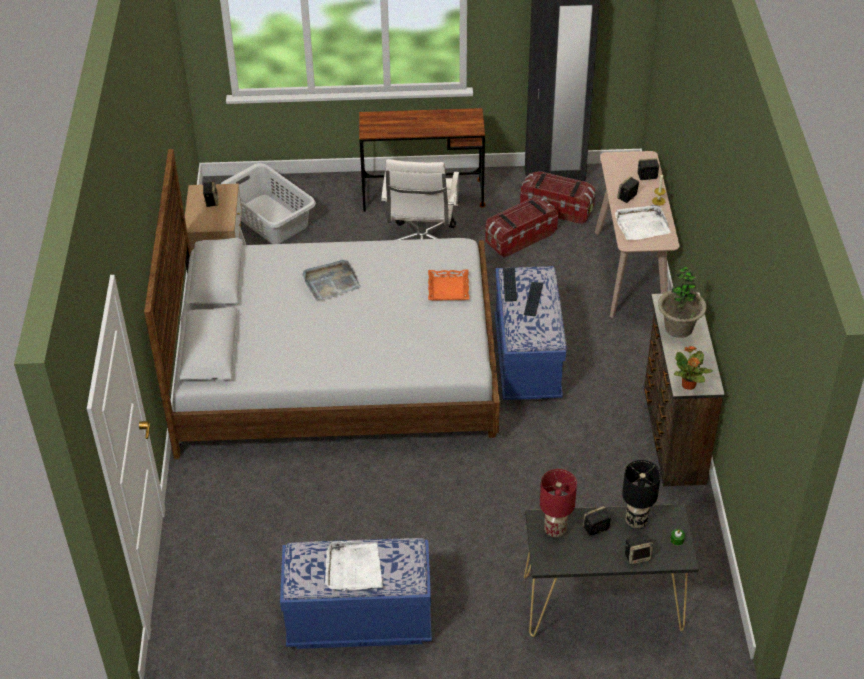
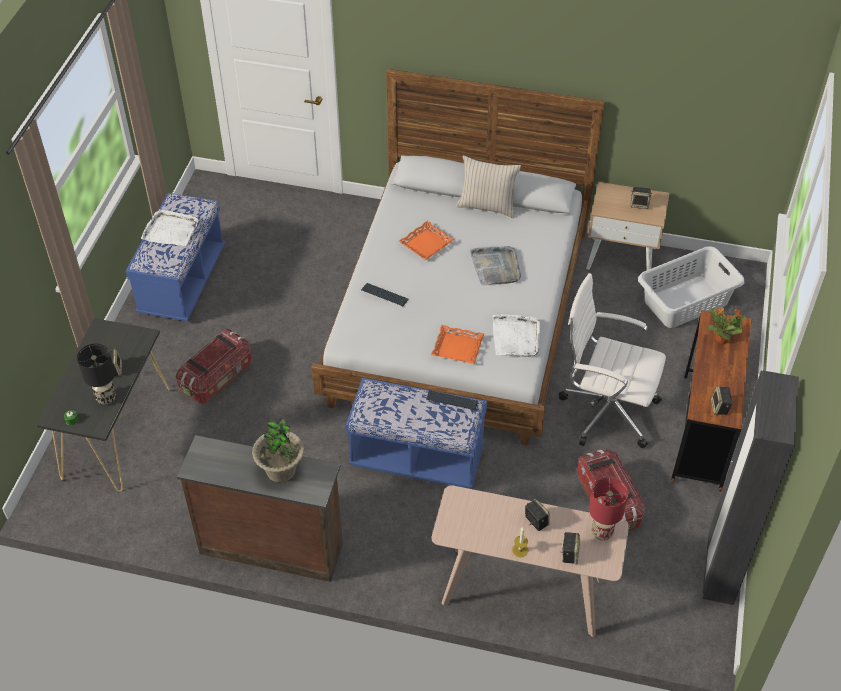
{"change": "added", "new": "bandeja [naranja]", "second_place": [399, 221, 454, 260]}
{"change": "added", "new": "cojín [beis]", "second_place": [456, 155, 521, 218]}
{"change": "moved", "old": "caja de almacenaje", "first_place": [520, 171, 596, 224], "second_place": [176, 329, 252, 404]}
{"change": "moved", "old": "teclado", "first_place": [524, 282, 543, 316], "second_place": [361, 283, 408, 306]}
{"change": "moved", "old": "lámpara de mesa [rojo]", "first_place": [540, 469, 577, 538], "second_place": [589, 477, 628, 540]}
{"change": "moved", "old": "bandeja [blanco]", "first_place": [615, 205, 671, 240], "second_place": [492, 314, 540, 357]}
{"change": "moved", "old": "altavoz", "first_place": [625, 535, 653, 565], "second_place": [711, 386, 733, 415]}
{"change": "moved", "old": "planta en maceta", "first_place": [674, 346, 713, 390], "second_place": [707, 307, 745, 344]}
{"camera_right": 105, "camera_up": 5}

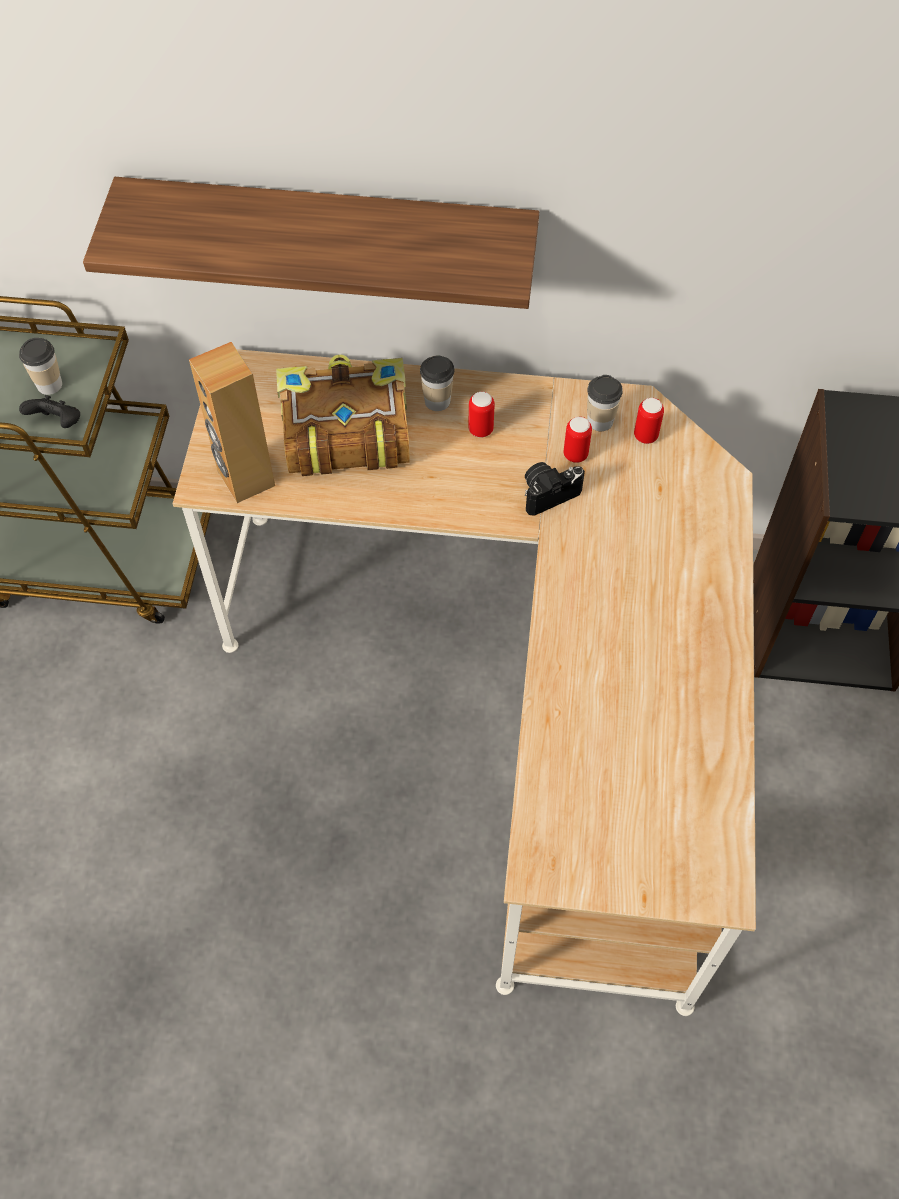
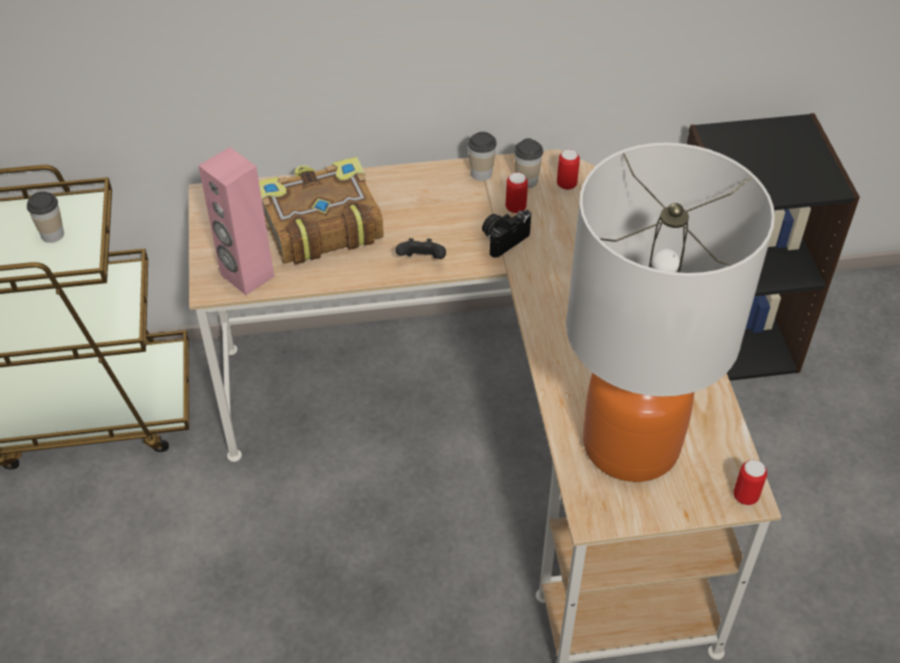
{"change": "removed", "old": "estante", "first_place": [83, 177, 539, 309]}
{"change": "added", "new": "lámpara de mesa", "second_place": [566, 142, 775, 482]}
{"change": "moved", "old": "mando de consola [negro]", "first_place": [19, 395, 80, 428], "second_place": [396, 238, 446, 259]}
{"change": "moved", "old": "taza", "first_place": [420, 356, 455, 411], "second_place": [468, 132, 497, 181]}
{"change": "moved", "old": "lata", "first_place": [468, 392, 495, 438], "second_place": [733, 460, 767, 505]}
{"change": "recoloured", "old": "altavoz [marrón]", "new": "altavoz [rosa]", "first_place": [189, 342, 275, 503], "second_place": [198, 147, 274, 295]}
{"camera_right": -15, "camera_up": -10}

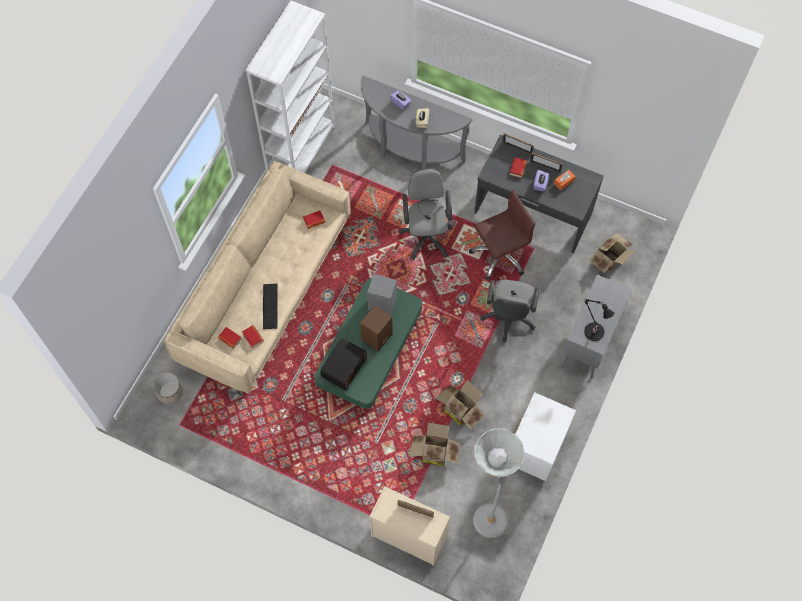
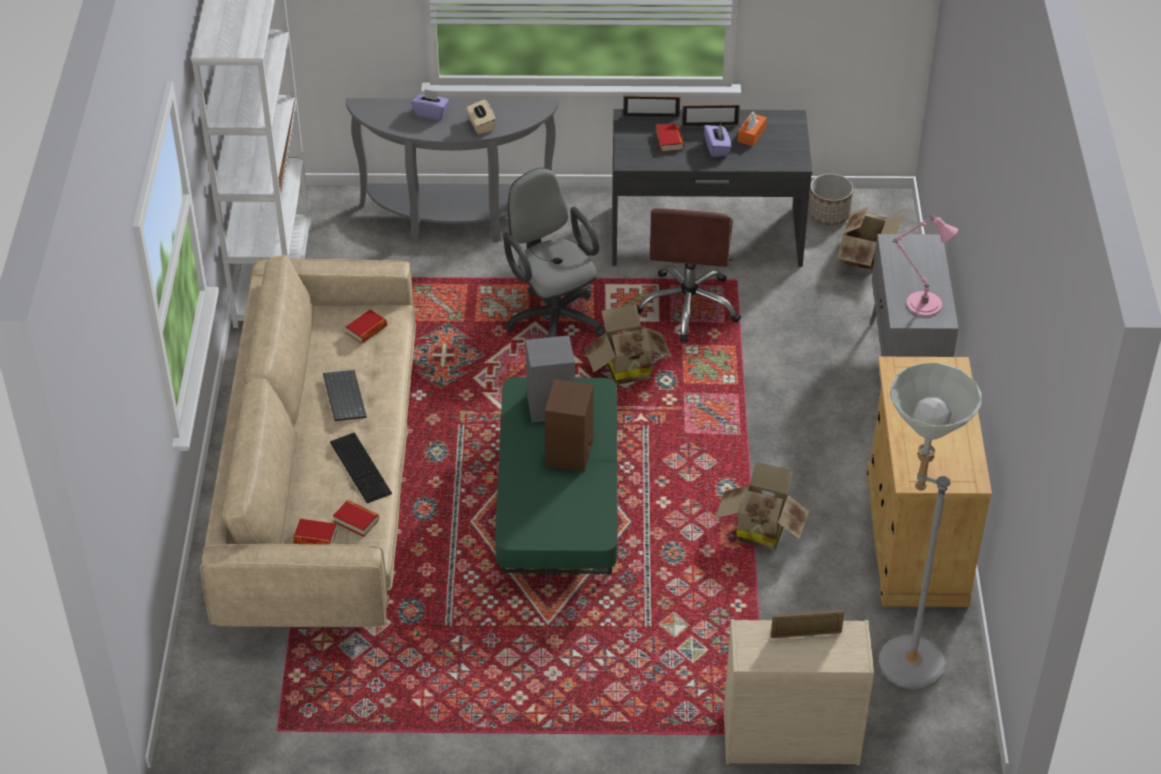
{"change": "removed", "old": "radio", "first_place": [320, 338, 367, 390]}
{"change": "removed", "old": "silla de oficina [gris]", "first_place": [480, 280, 539, 342]}
{"change": "added", "new": "teclado", "second_place": [323, 370, 367, 421]}
{"change": "moved", "old": "maceta", "first_place": [153, 373, 183, 404], "second_place": [808, 173, 853, 226]}
{"change": "moved", "old": "caja de cartón", "first_place": [410, 423, 460, 466], "second_place": [584, 304, 672, 385]}
{"change": "replaced", "old": "mesita de noche [blanco]", "new": "armario [beis]", "first_place": [514, 392, 576, 481], "second_place": [867, 357, 992, 607]}
{"change": "recoloured", "old": "lámpara de mesa [negro]", "new": "lámpara de mesa [rosa]", "first_place": [583, 299, 614, 341], "second_place": [892, 215, 958, 317]}
{"change": "turned", "old": "silla de oficina [marrón]", "first_place": [469, 190, 536, 281], "second_place": [637, 208, 741, 342], "degrees": 150}
{"camera_right": -25, "camera_up": -20}

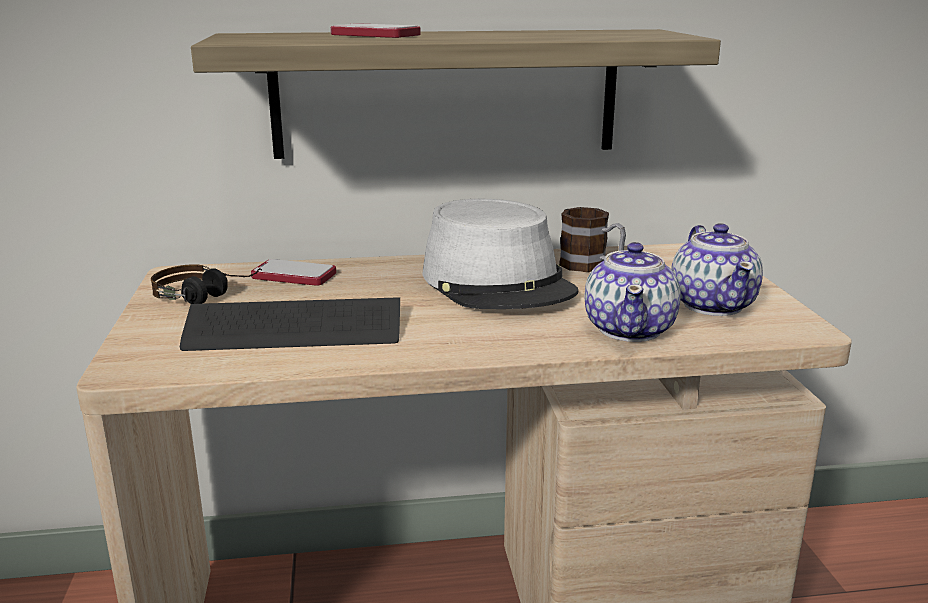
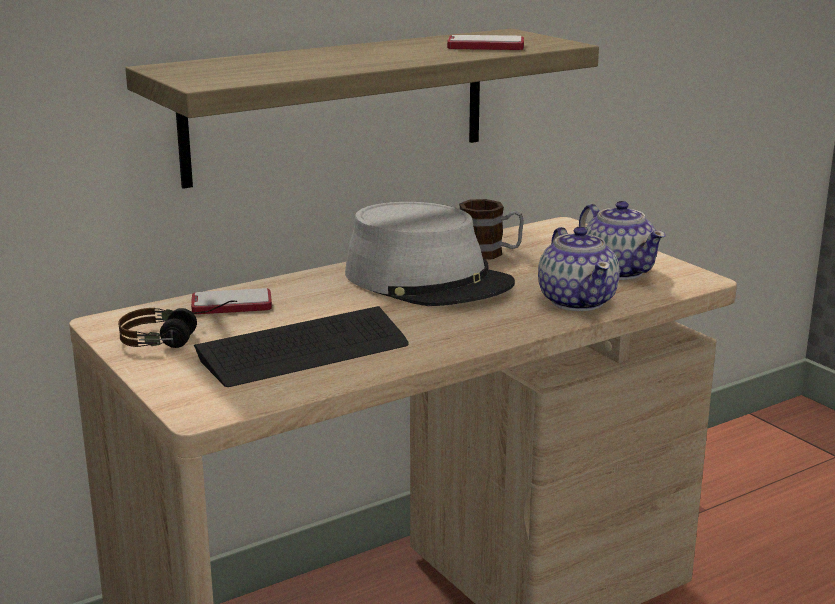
{"change": "moved", "old": "móvil", "first_place": [331, 23, 421, 38], "second_place": [447, 35, 524, 50]}
{"camera_right": -25, "camera_up": 0}

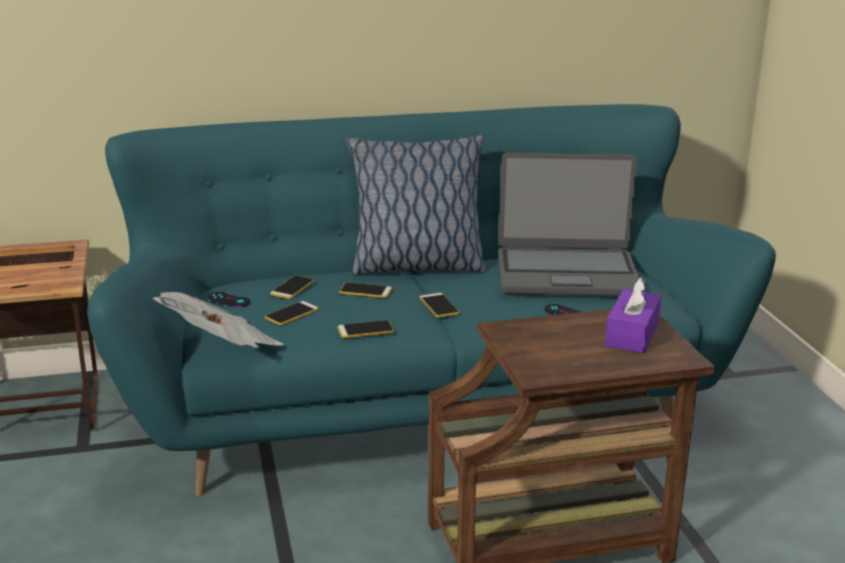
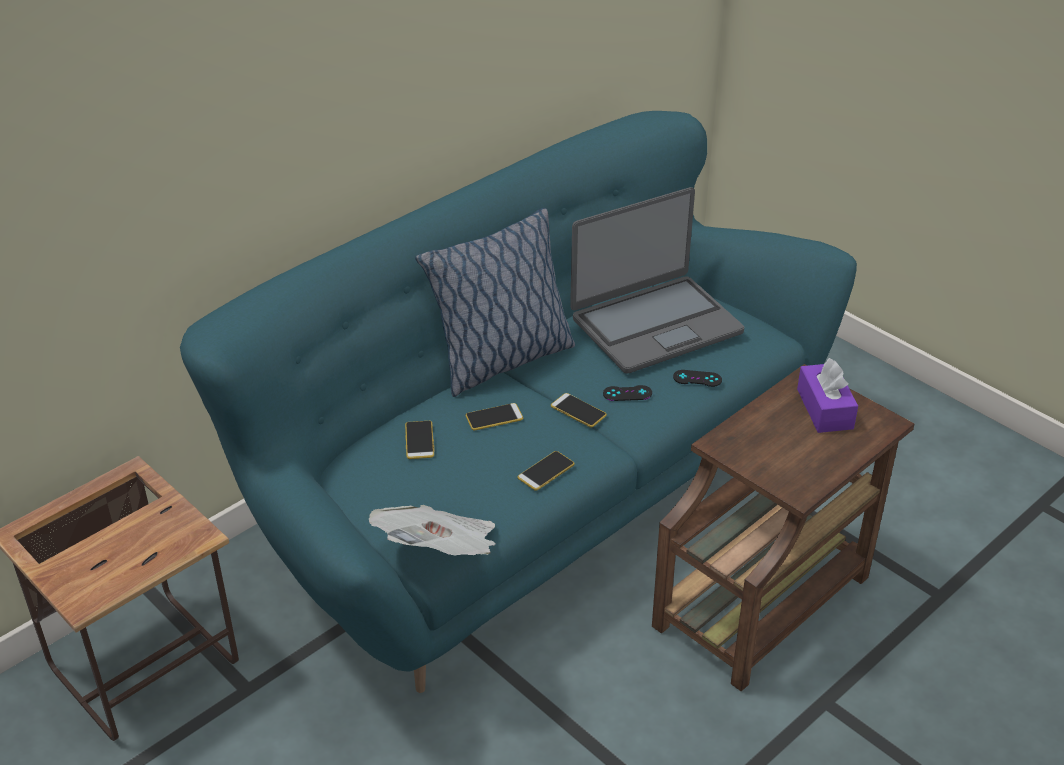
{"change": "removed", "old": "móvil", "first_place": [265, 301, 319, 325]}
{"change": "moved", "old": "mando de consola [negro]", "first_place": [207, 292, 250, 307], "second_place": [603, 385, 652, 401]}
{"camera_right": -30, "camera_up": 15}

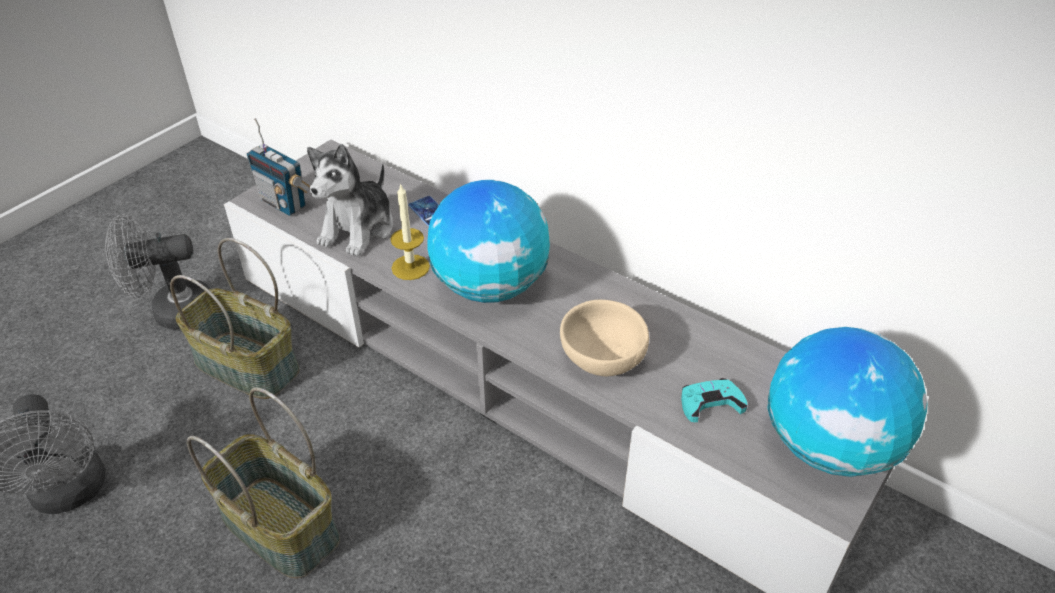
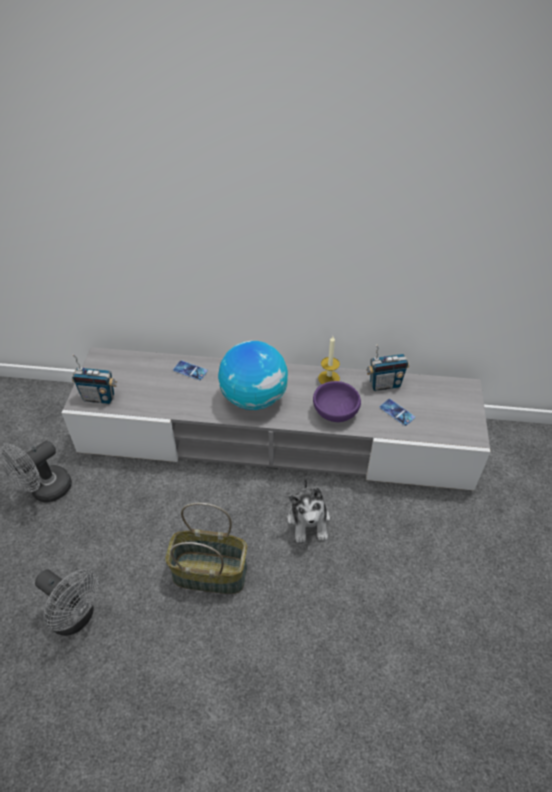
{"change": "removed", "old": "cesta", "first_place": [170, 238, 299, 399]}
{"change": "removed", "old": "globo terráqueo", "first_place": [767, 327, 928, 477]}
{"change": "added", "new": "radio", "second_place": [366, 345, 409, 391]}
{"change": "moved", "old": "peluche", "first_place": [307, 144, 393, 257], "second_place": [287, 476, 330, 543]}
{"change": "moved", "old": "vela", "first_place": [390, 183, 430, 280], "second_place": [318, 336, 340, 384]}
{"change": "replaced", "old": "mando de consola [turquesa]", "new": "móvil", "first_place": [681, 378, 747, 422], "second_place": [379, 399, 415, 426]}
{"change": "recoloured", "old": "cuenco [beis]", "new": "cuenco [morado]", "first_place": [560, 300, 649, 376], "second_place": [313, 381, 361, 422]}
{"camera_right": -30, "camera_up": 5}

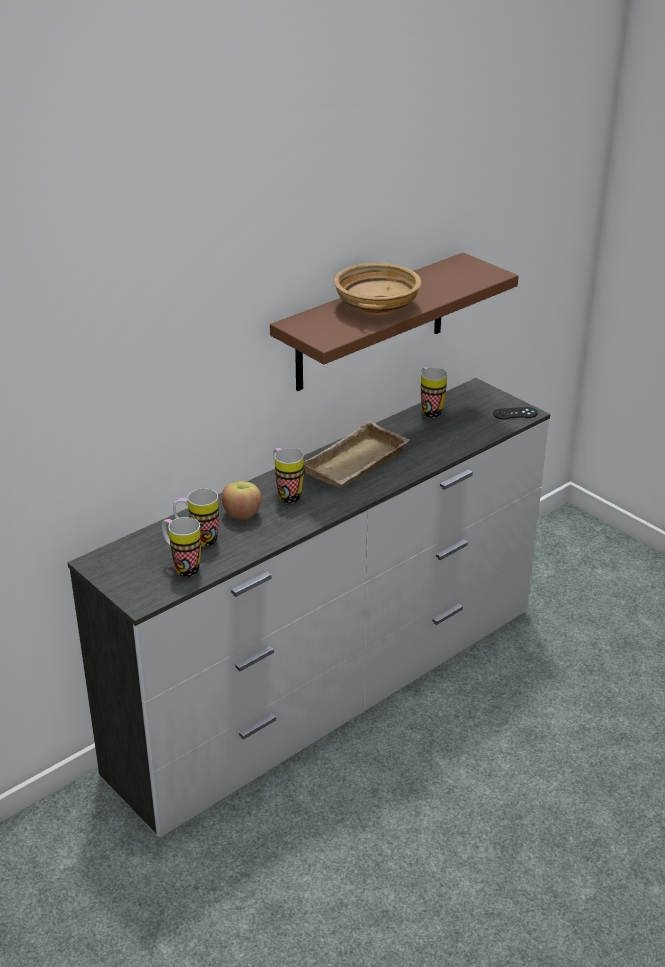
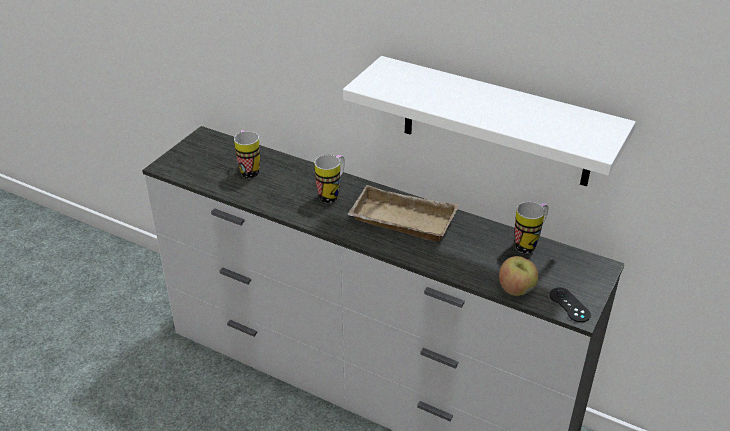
{"change": "removed", "old": "taza grande", "first_place": [162, 517, 201, 577]}
{"change": "removed", "old": "cuenco [beis]", "first_place": [334, 262, 421, 315]}
{"change": "moved", "old": "manzana", "first_place": [222, 481, 262, 520], "second_place": [499, 256, 538, 296]}
{"change": "recoloured", "old": "estante [marrón]", "new": "estante [blanco]", "first_place": [270, 253, 519, 391], "second_place": [343, 56, 636, 187]}
{"camera_right": 70, "camera_up": 5}

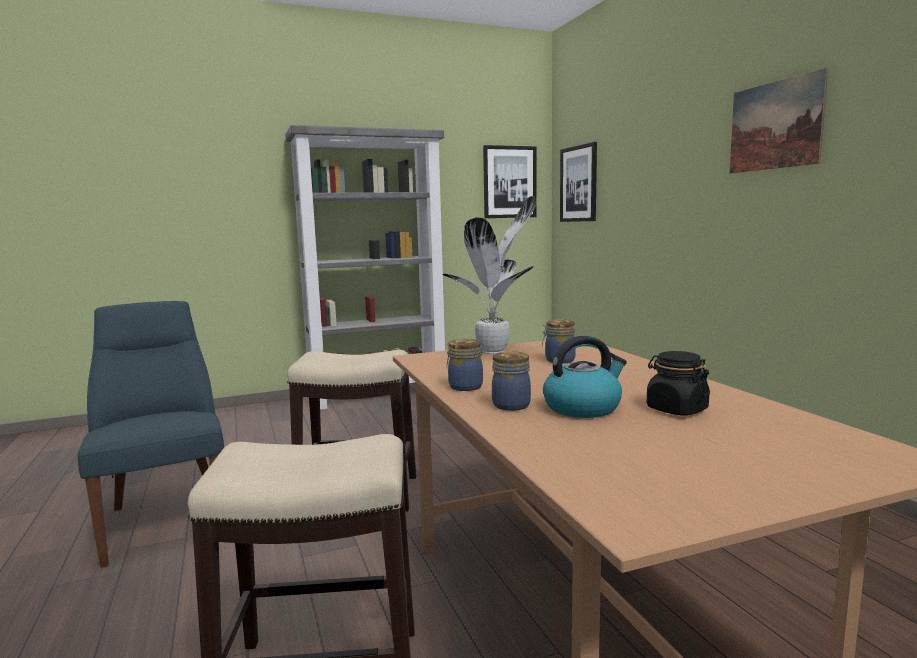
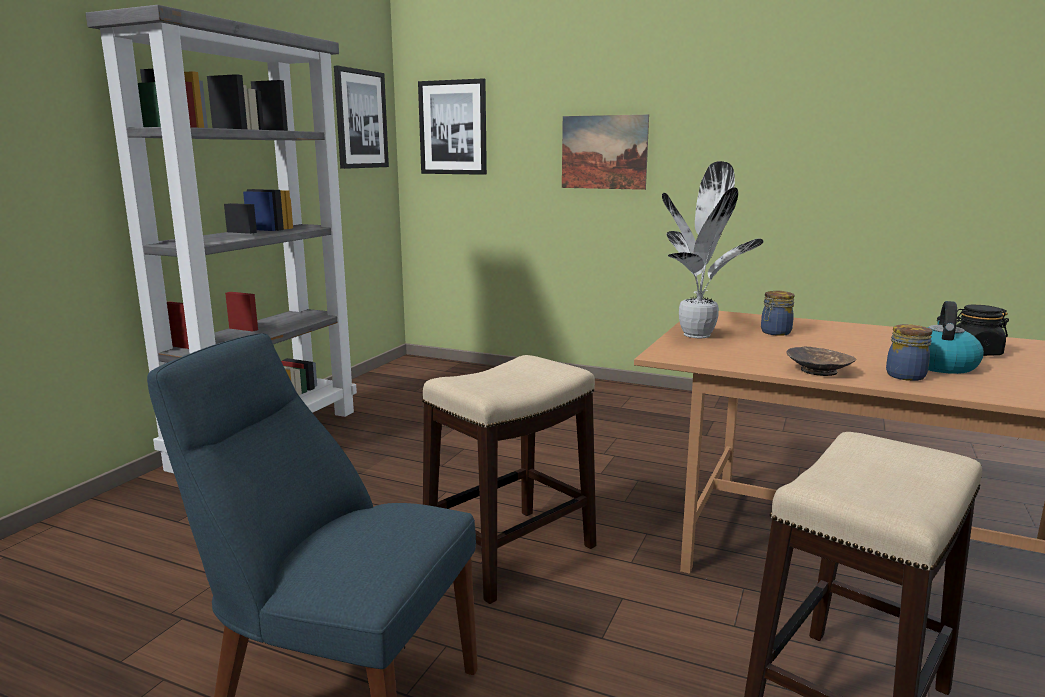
{"change": "moved", "old": "cuadro", "first_place": [730, 68, 828, 173], "second_place": [562, 115, 649, 190]}
{"change": "replaced", "old": "tarro", "new": "cuenco [marrón]", "first_place": [447, 339, 483, 391], "second_place": [786, 347, 856, 376]}
{"camera_right": -45, "camera_up": 5}

